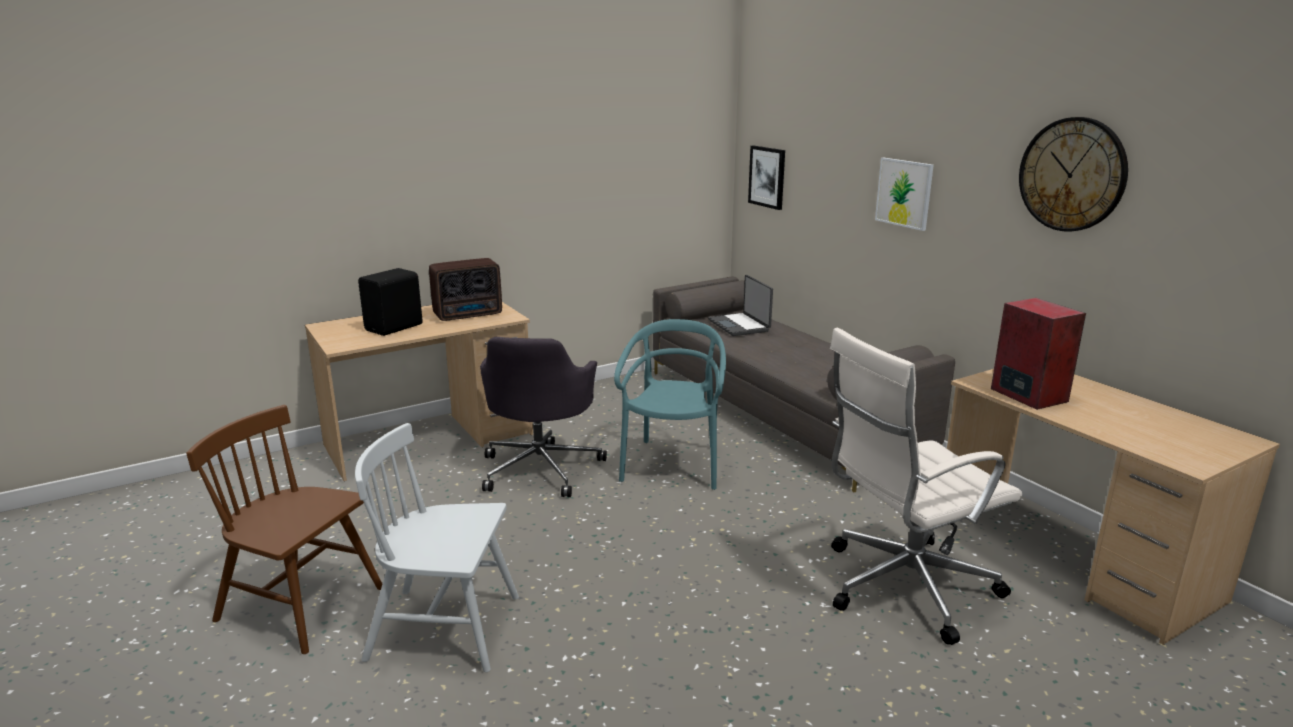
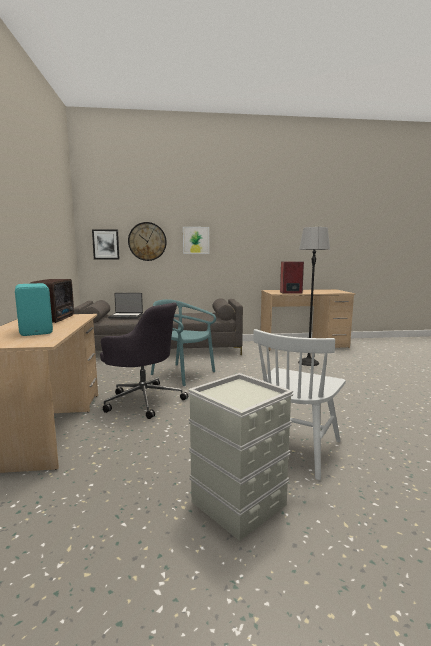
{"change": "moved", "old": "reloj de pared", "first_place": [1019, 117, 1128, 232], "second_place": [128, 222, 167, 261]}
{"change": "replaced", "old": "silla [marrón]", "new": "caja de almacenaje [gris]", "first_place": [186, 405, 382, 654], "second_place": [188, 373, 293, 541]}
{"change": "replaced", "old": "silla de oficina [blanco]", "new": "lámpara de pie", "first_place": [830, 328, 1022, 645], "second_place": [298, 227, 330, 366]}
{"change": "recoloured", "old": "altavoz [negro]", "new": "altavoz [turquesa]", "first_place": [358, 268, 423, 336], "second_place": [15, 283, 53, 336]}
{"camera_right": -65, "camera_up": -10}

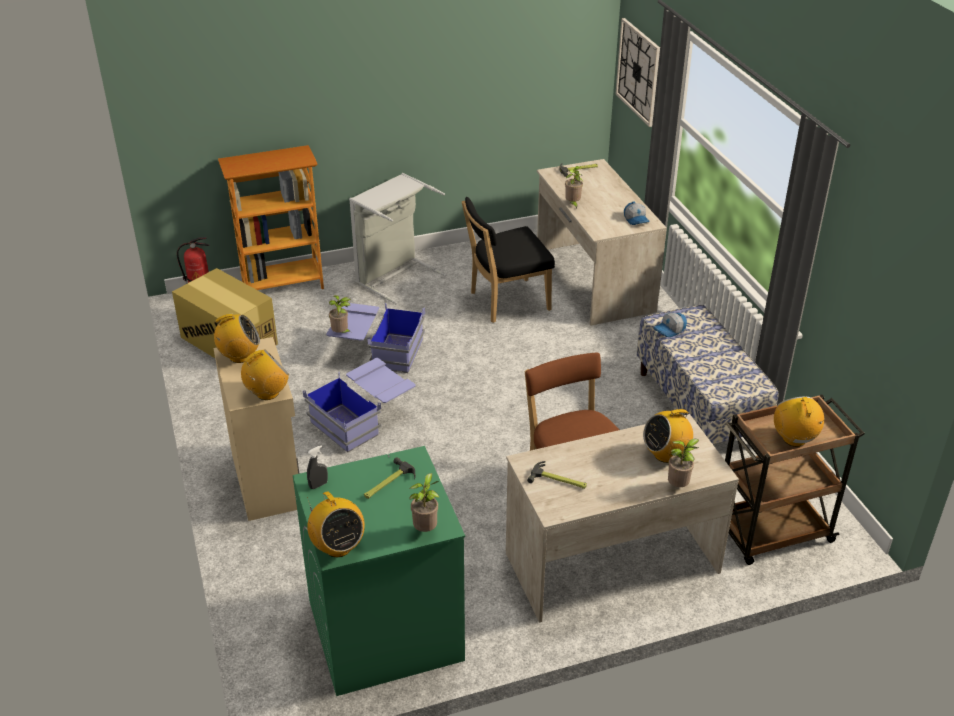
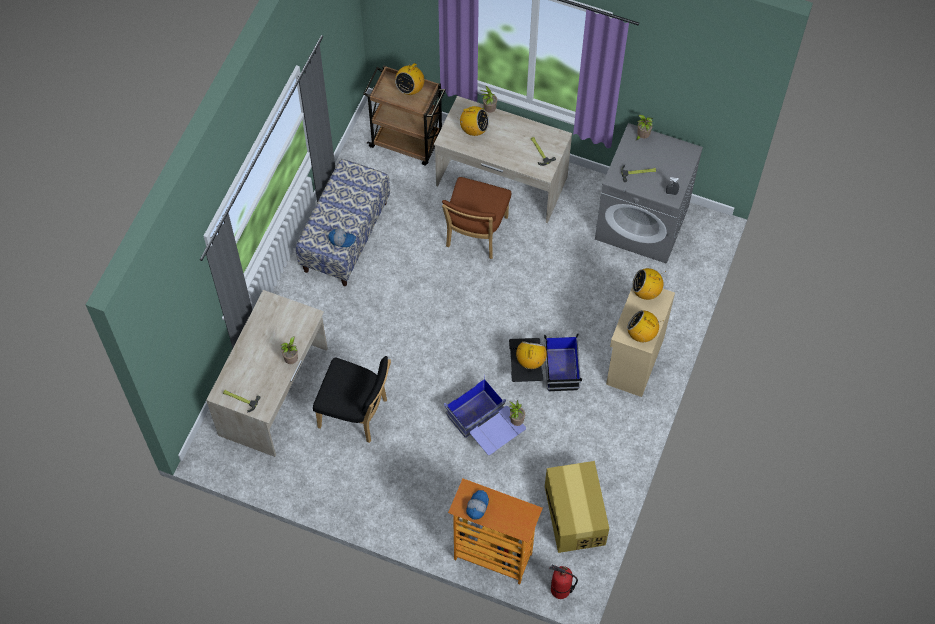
{"change": "removed", "old": "cesto de la ropa [gris]", "first_place": [349, 173, 447, 304]}
{"change": "removed", "old": "reloj de pared", "first_place": [616, 18, 660, 127]}
{"change": "moved", "old": "radio", "first_place": [307, 491, 365, 557], "second_place": [516, 341, 547, 369]}
{"change": "moved", "old": "gorra", "first_place": [624, 202, 650, 225], "second_place": [466, 490, 489, 520]}
{"change": "recoloured", "old": "lavadora [verde]", "new": "lavadora [gris]", "first_place": [293, 446, 465, 696], "second_place": [595, 123, 703, 264]}
{"change": "recoloured", "old": "caja de almacenaje [azul]", "new": "caja de almacenaje [negro]", "first_place": [303, 358, 416, 452], "second_place": [509, 334, 582, 391]}
{"camera_right": -140, "camera_up": 25}

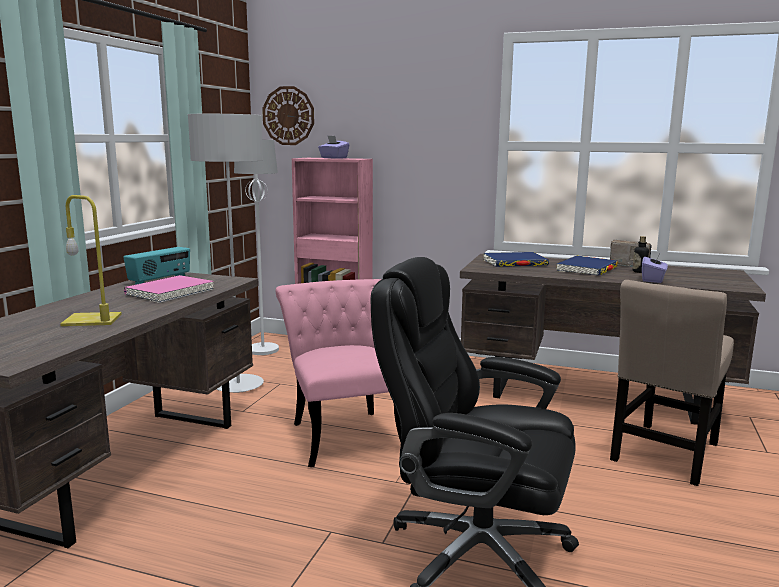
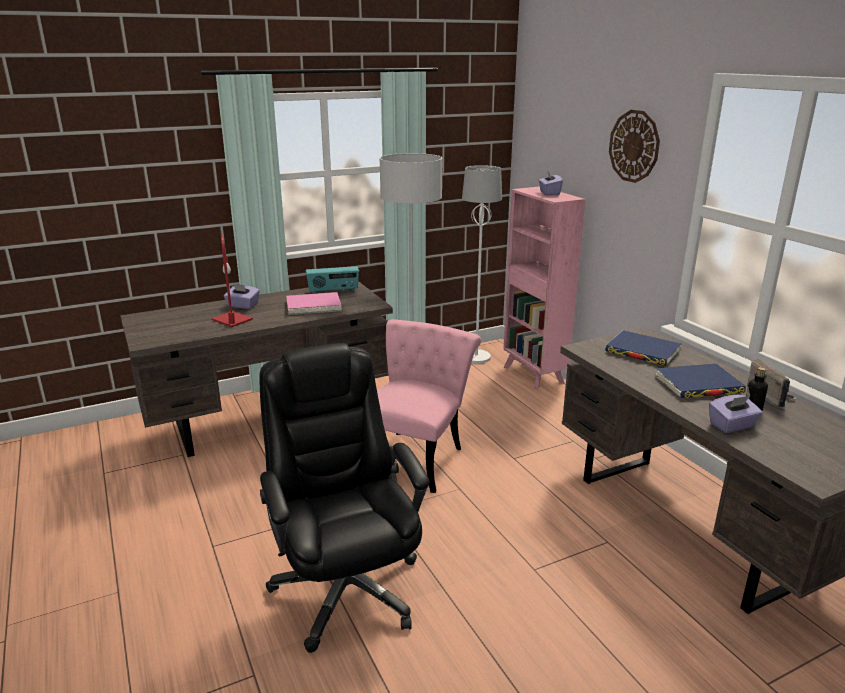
{"change": "removed", "old": "silla [beis]", "first_place": [610, 280, 734, 486]}
{"change": "added", "new": "caja de pañuelos [morado]", "second_place": [224, 283, 260, 309]}
{"change": "moved", "old": "reloj de pared", "first_place": [262, 86, 314, 145], "second_place": [609, 110, 660, 183]}
{"change": "recoloured", "old": "lámpara de mesa [amarillo]", "new": "lámpara de mesa [rojo]", "first_place": [60, 195, 122, 326], "second_place": [211, 235, 253, 327]}
{"camera_right": 45, "camera_up": 10}

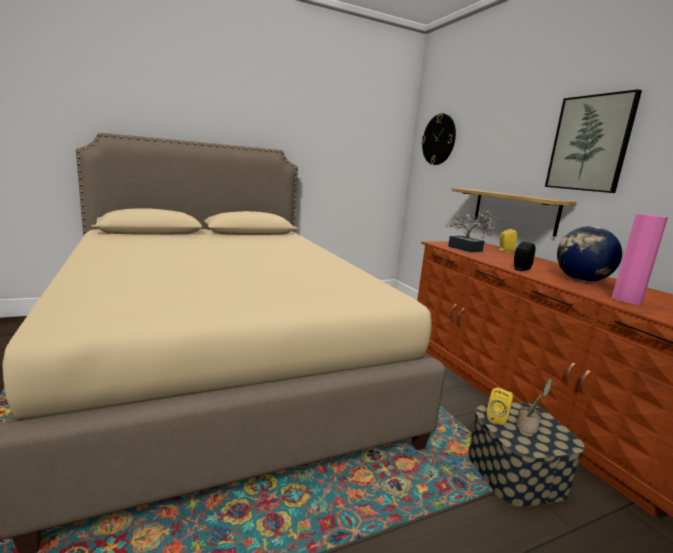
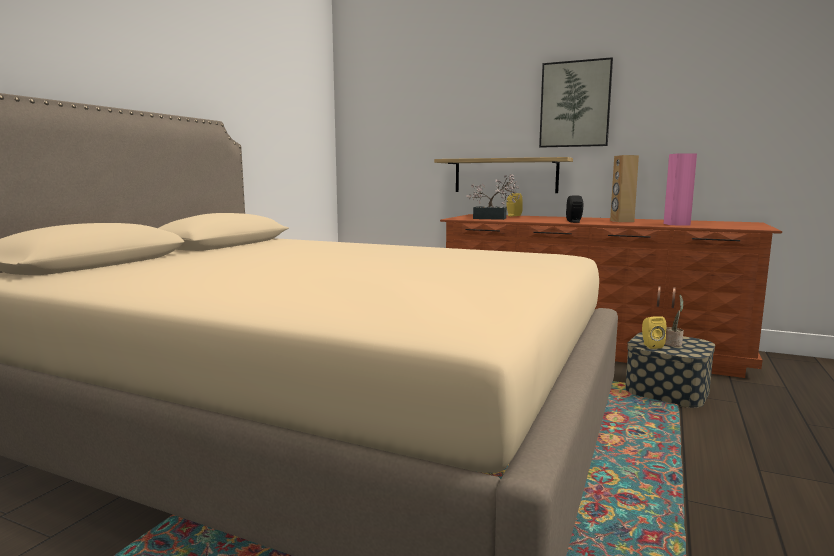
{"change": "removed", "old": "reloj de pared", "first_place": [421, 113, 456, 165]}
{"change": "replaced", "old": "globo terráqueo", "new": "altavoz [marrón]", "first_place": [557, 226, 622, 282], "second_place": [610, 155, 639, 222]}
{"camera_right": -40, "camera_up": -5}

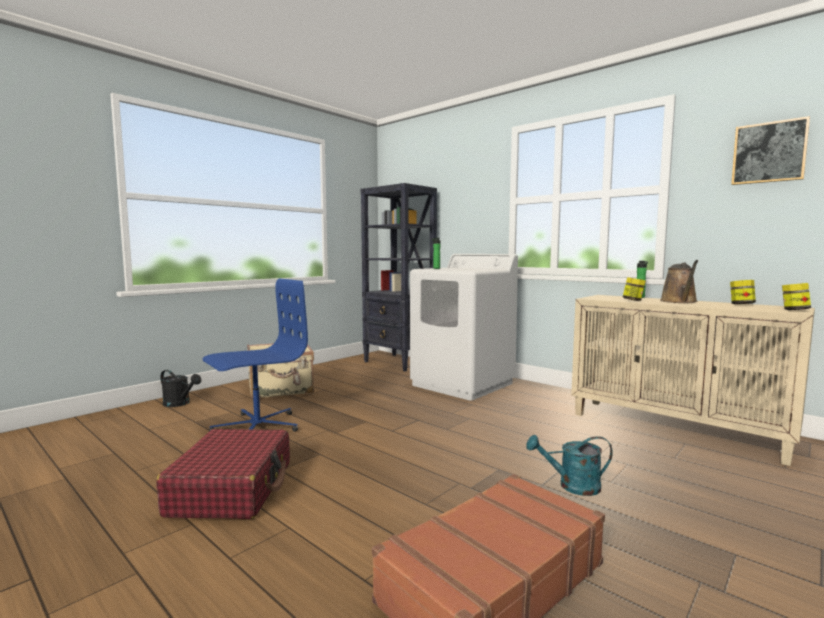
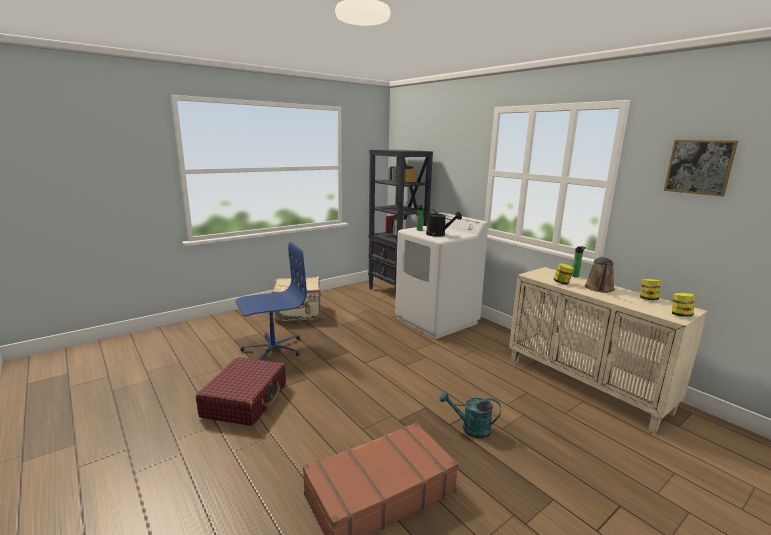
{"change": "moved", "old": "regadera [negro]", "first_place": [160, 370, 201, 407], "second_place": [423, 208, 462, 237]}
{"camera_right": 10, "camera_up": 10}

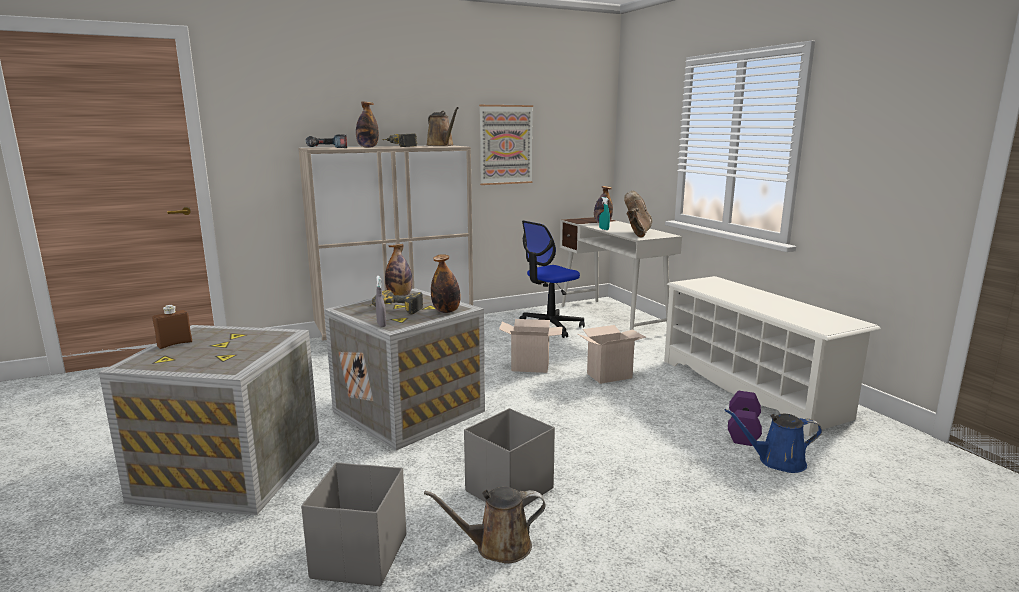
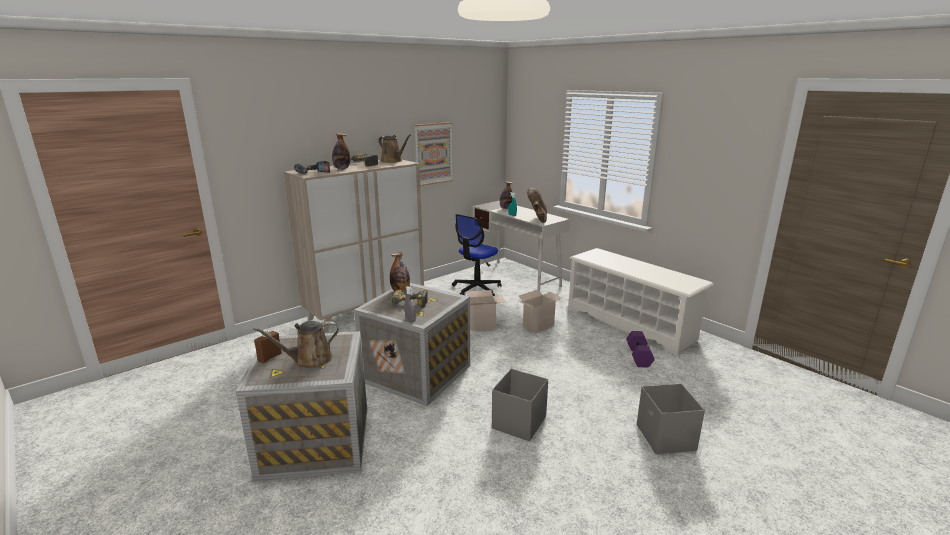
{"change": "removed", "old": "botella", "first_place": [431, 254, 461, 313]}
{"change": "removed", "old": "regadera [azul]", "first_place": [725, 409, 822, 473]}
{"change": "moved", "old": "caja de almacenaje [gris]", "first_place": [301, 462, 406, 586], "second_place": [637, 384, 705, 454]}
{"change": "moved", "old": "regadera [marrón]", "first_place": [424, 486, 545, 563], "second_place": [253, 321, 339, 368]}
{"camera_right": -15, "camera_up": 5}

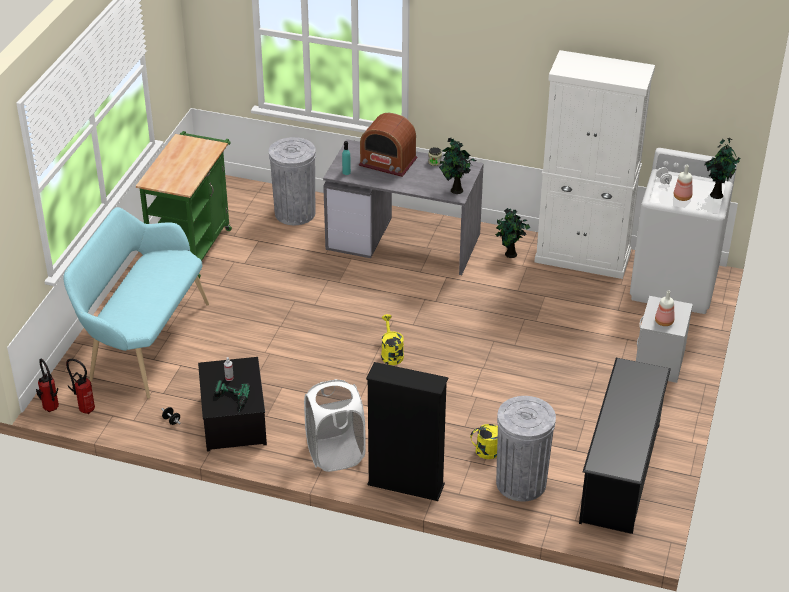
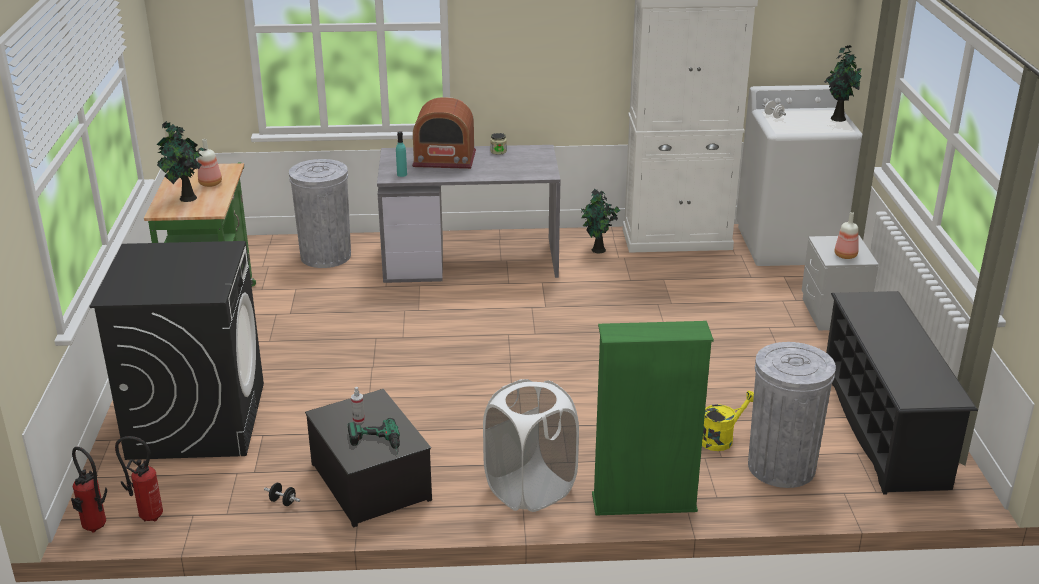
{"change": "removed", "old": "regadera [amarillo]", "first_place": [381, 314, 404, 365]}
{"change": "moved", "old": "planta en maceta", "first_place": [439, 137, 477, 194], "second_place": [157, 121, 207, 202]}
{"change": "moved", "old": "botella", "first_place": [674, 165, 693, 201], "second_place": [198, 139, 222, 187]}
{"change": "replaced", "old": "banco [turquesa]", "new": "lavadora [negro]", "first_place": [64, 207, 209, 398], "second_place": [89, 241, 264, 460]}
{"change": "recoloured", "old": "estantería [negro]", "new": "estantería [verde]", "first_place": [366, 362, 448, 501], "second_place": [592, 321, 714, 515]}
{"camera_right": -20, "camera_up": -10}

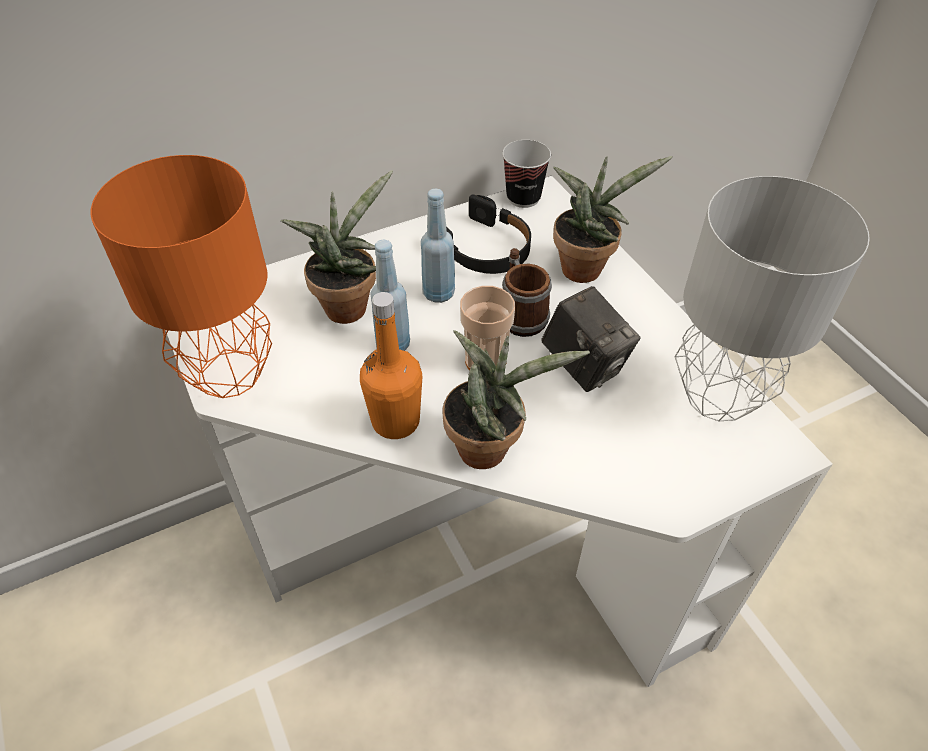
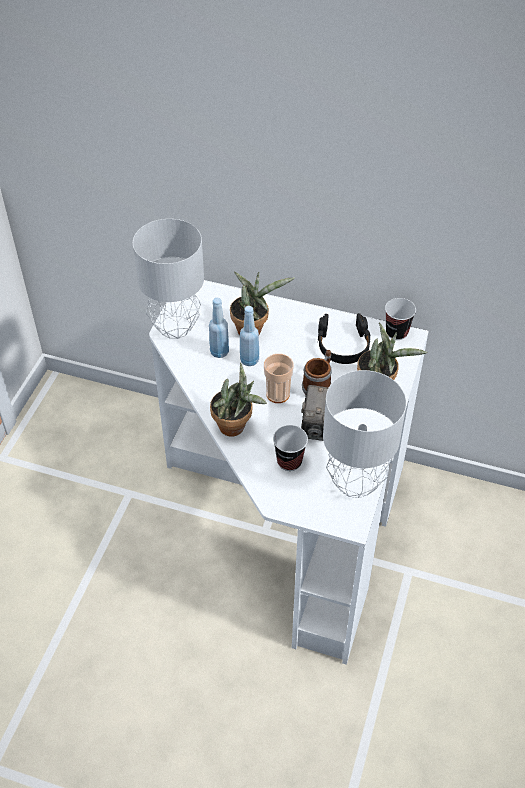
{"change": "removed", "old": "botella [naranja]", "first_place": [360, 292, 422, 439]}
{"change": "added", "new": "taza", "second_place": [273, 425, 308, 471]}
{"change": "moved", "old": "botella [azul]", "first_place": [421, 189, 455, 303], "second_place": [209, 298, 229, 358]}
{"change": "recoloured", "old": "lámpara de mesa [naranja]", "new": "lámpara de mesa [gris]", "first_place": [91, 155, 272, 398], "second_place": [133, 219, 204, 339]}
{"camera_right": 45, "camera_up": 0}

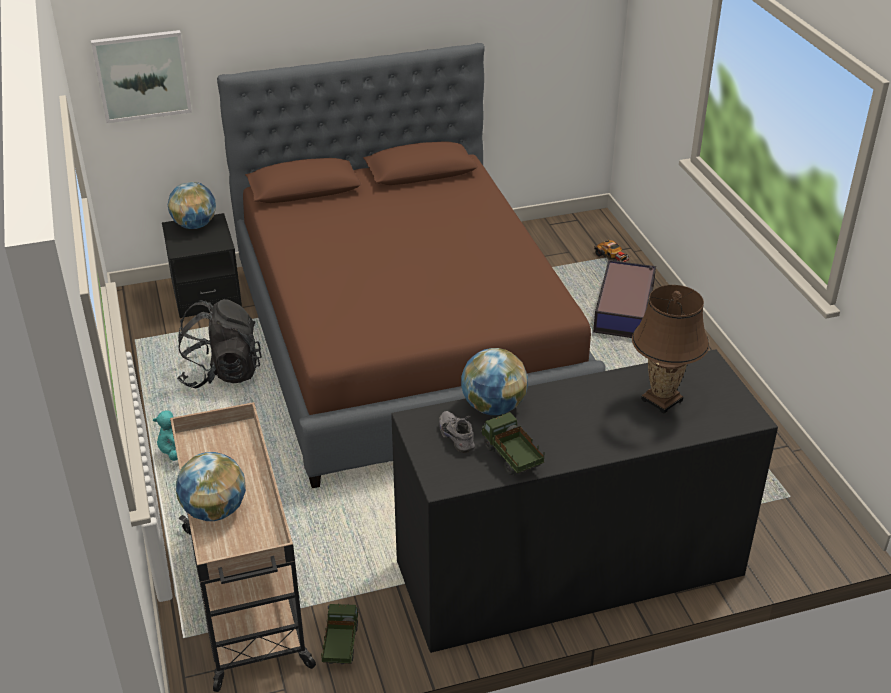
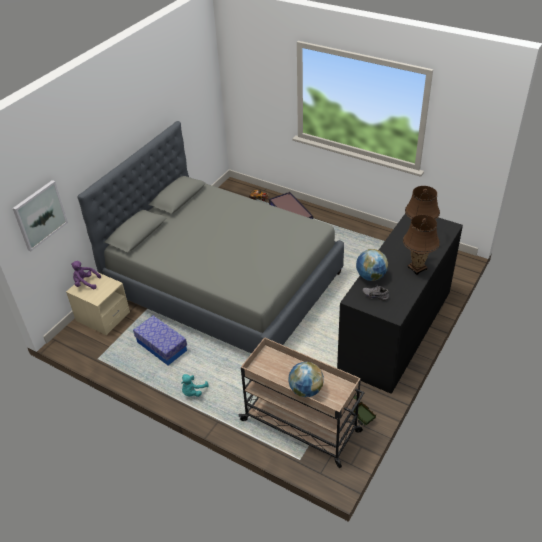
{"change": "removed", "old": "camión de juguete", "first_place": [480, 412, 545, 476]}
{"change": "added", "new": "lámpara de mesa [marrón]", "second_place": [403, 215, 440, 275]}
{"change": "replaced", "old": "globo terráqueo", "new": "peluche [morado]", "first_place": [168, 182, 216, 229], "second_place": [71, 261, 101, 289]}
{"change": "replaced", "old": "mochila [negro]", "new": "caja de almacenaje", "first_place": [177, 299, 262, 388], "second_place": [133, 315, 187, 365]}
{"change": "recoloured", "old": "mesita de noche [negro]", "new": "mesita de noche [beis]", "first_place": [162, 213, 242, 318], "second_place": [66, 272, 130, 335]}
{"change": "recoloured", "old": "cama [marrón]", "new": "cama [gris]", "first_place": [217, 43, 606, 488], "second_place": [78, 121, 344, 354]}
{"camera_right": -40, "camera_up": 5}

